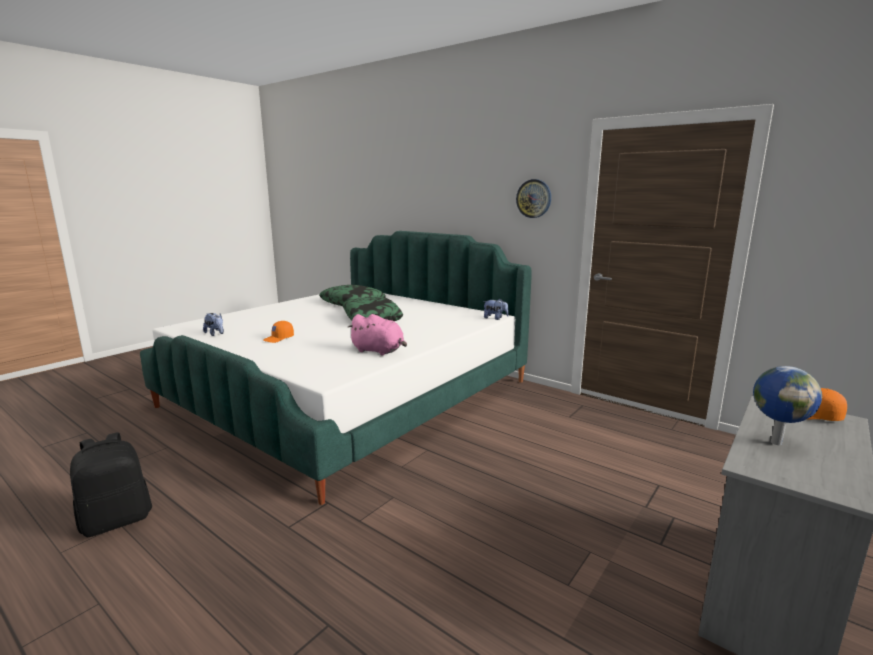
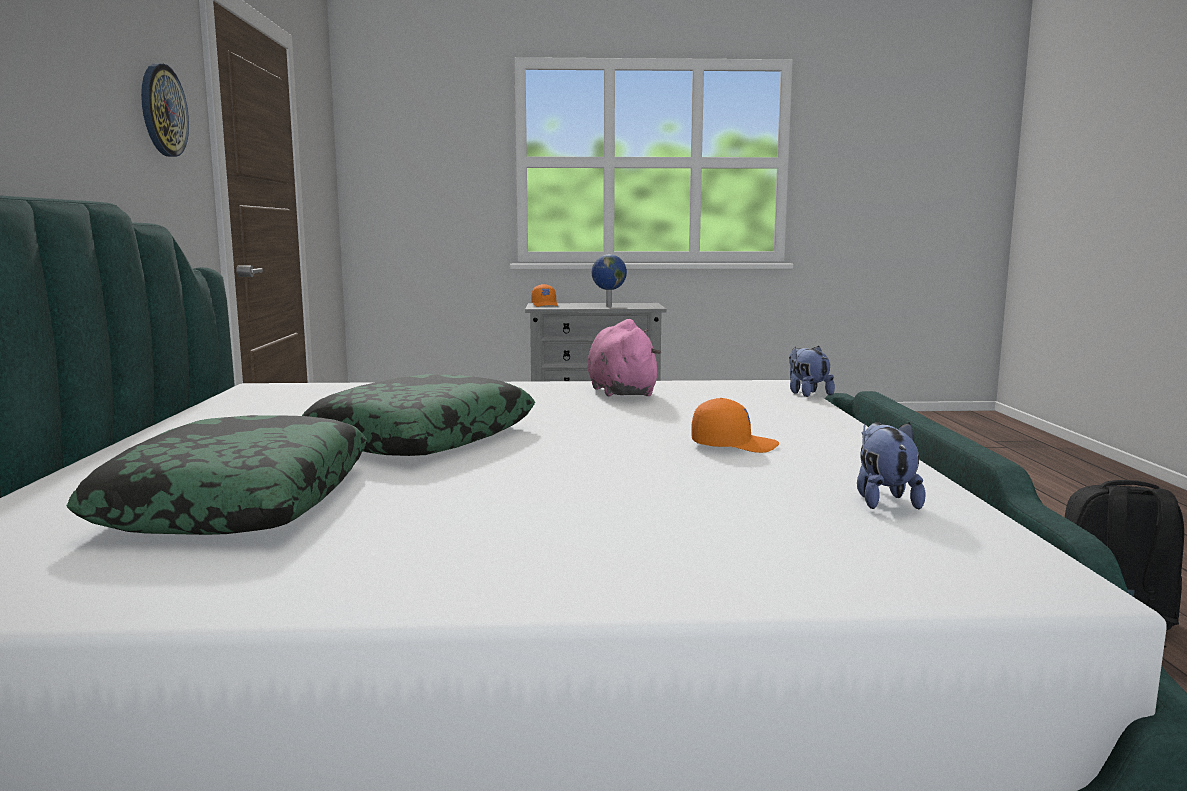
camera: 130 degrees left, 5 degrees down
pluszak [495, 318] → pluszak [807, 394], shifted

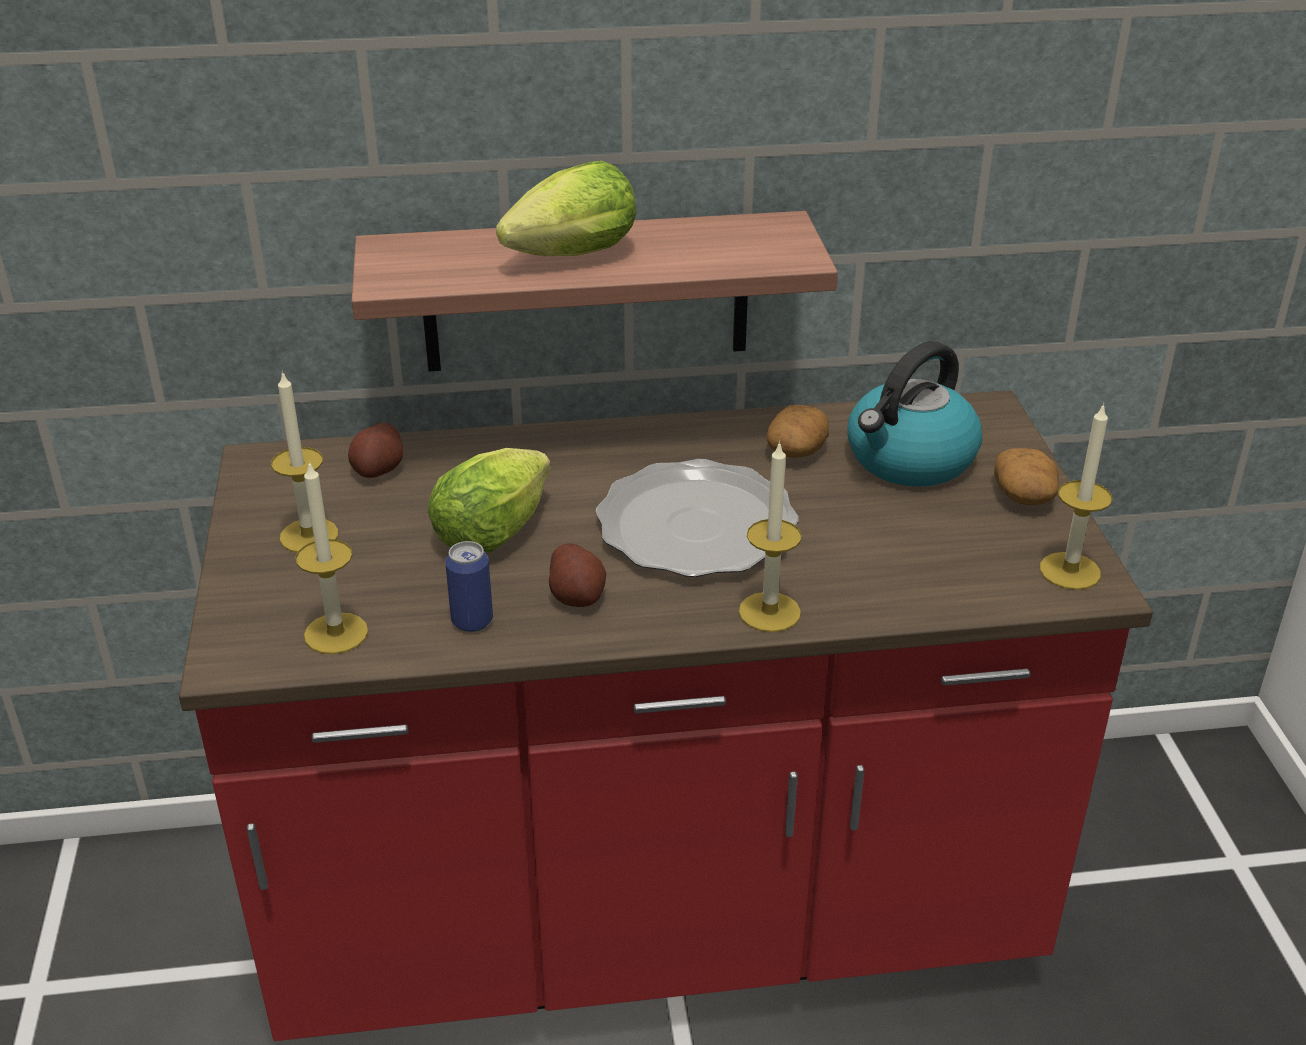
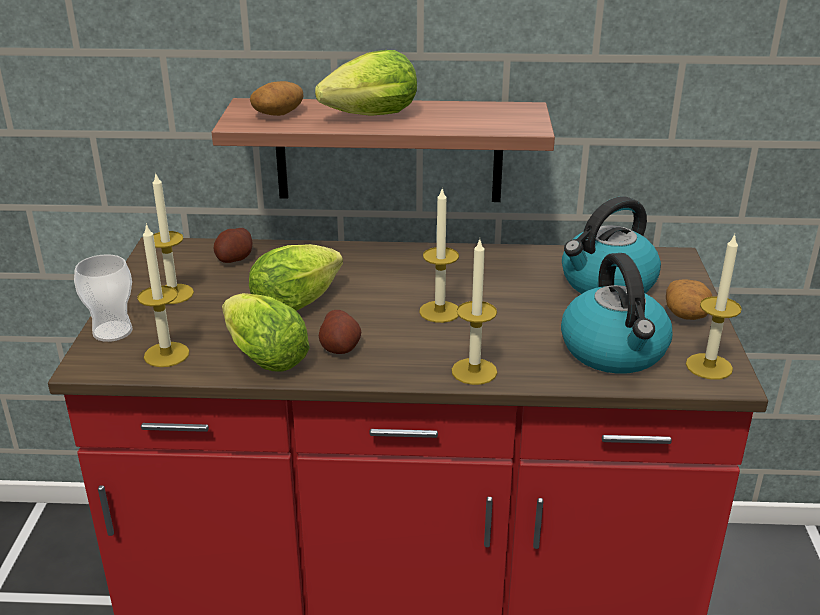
camera: 10 degrees right, 5 degrees down
- → filiżanka [112, 331]
puszka [472, 621] → sałata [261, 356]
ziemniak [796, 450] → ziemniak [278, 114], shifted
talerz [696, 525] → świeca [439, 311]
- → czajnik [615, 351]

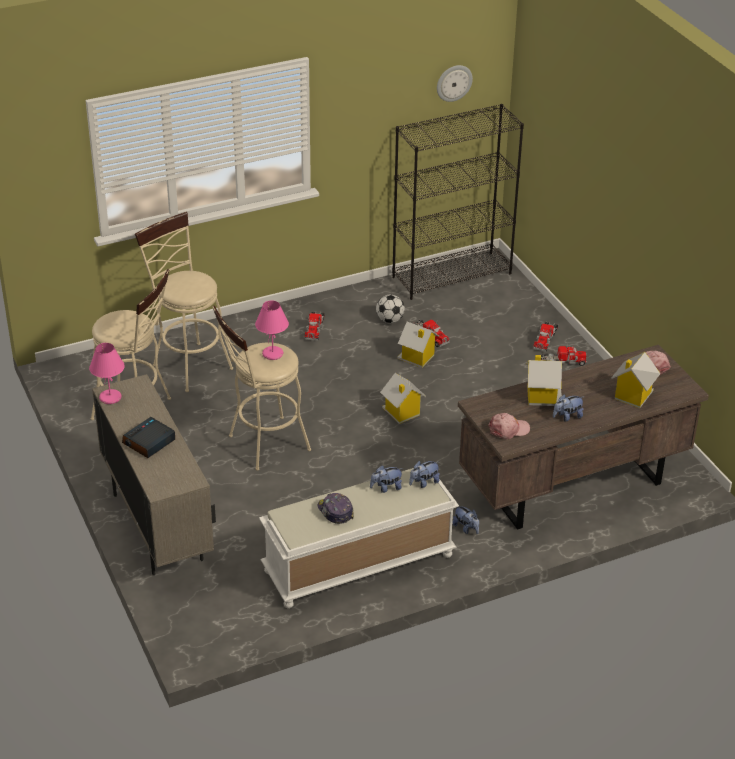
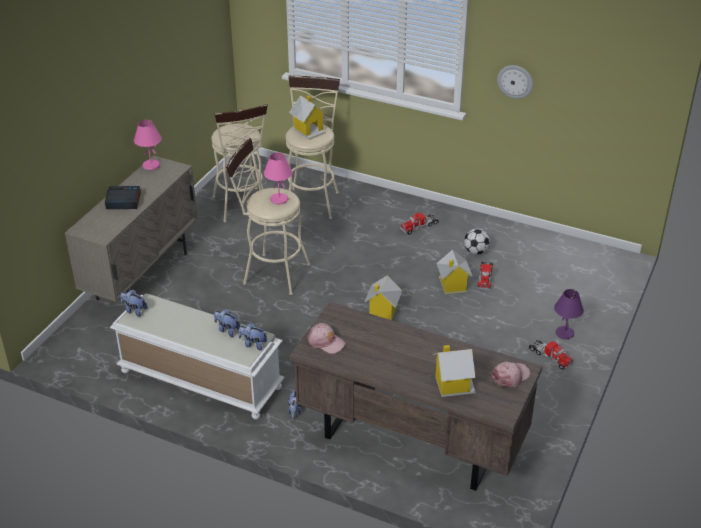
camera: 50 degrees right, 0 degrees up
pluszak [567, 417] → pluszak [134, 310], shifted
domek [542, 396] → domek [309, 130], shifted
zegar ścienny [454, 82] → zegar ścienny [515, 81], shifted
ciężarówka zabawkowa [545, 339] → lampa stołowa [fioletowy] [565, 333]
czapka z daszkiem [335, 512] → -
regał [czarny] [452, 275] → -

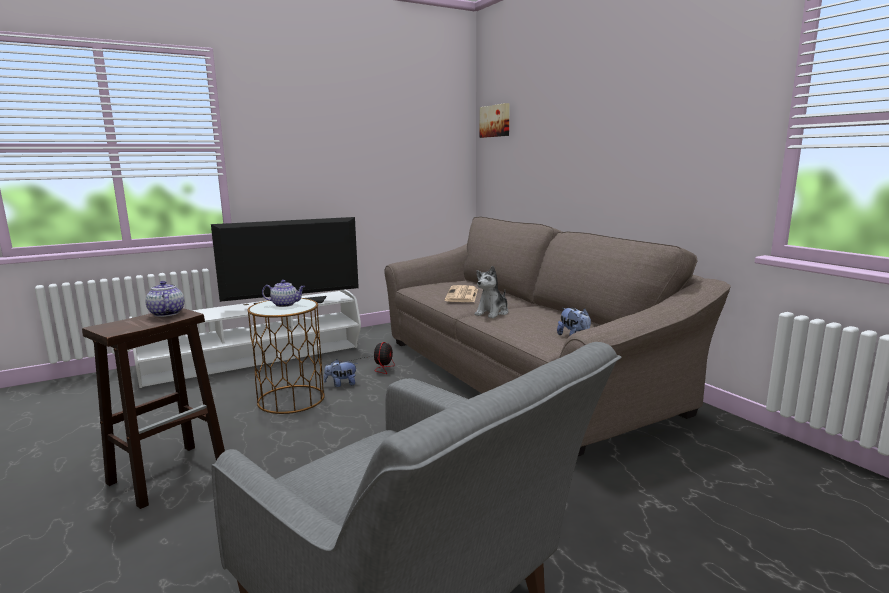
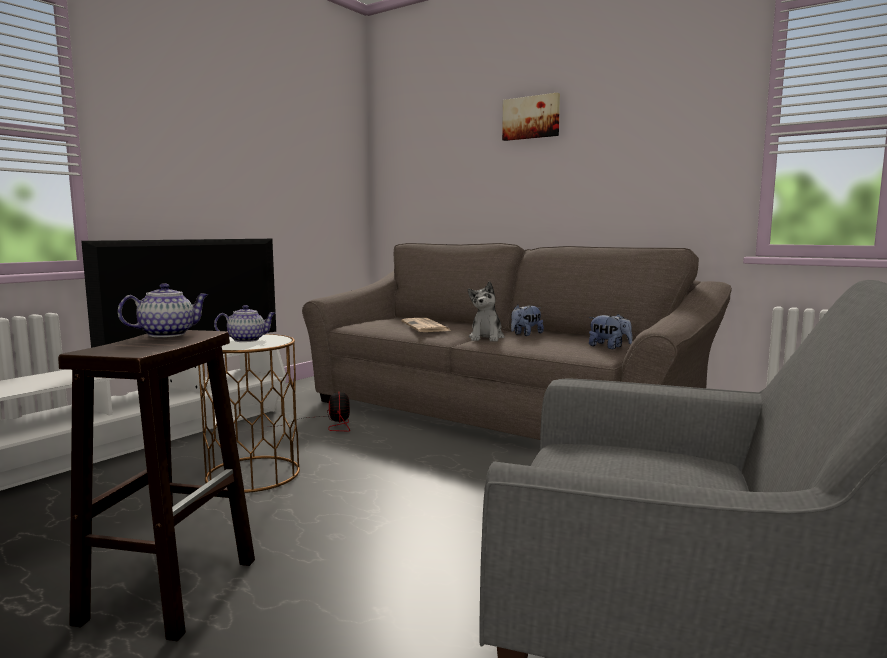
camera: 25 degrees left, 5 degrees down
imbryk [166, 313] → imbryk [168, 334], 105 degrees clockwise
obraz [495, 121] → obraz [531, 117], shifted
pluszak [341, 384] → pluszak [526, 334], shifted

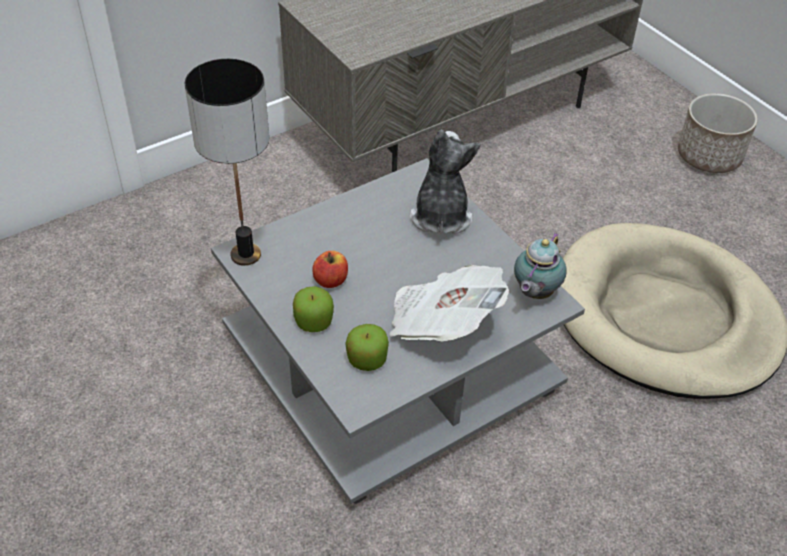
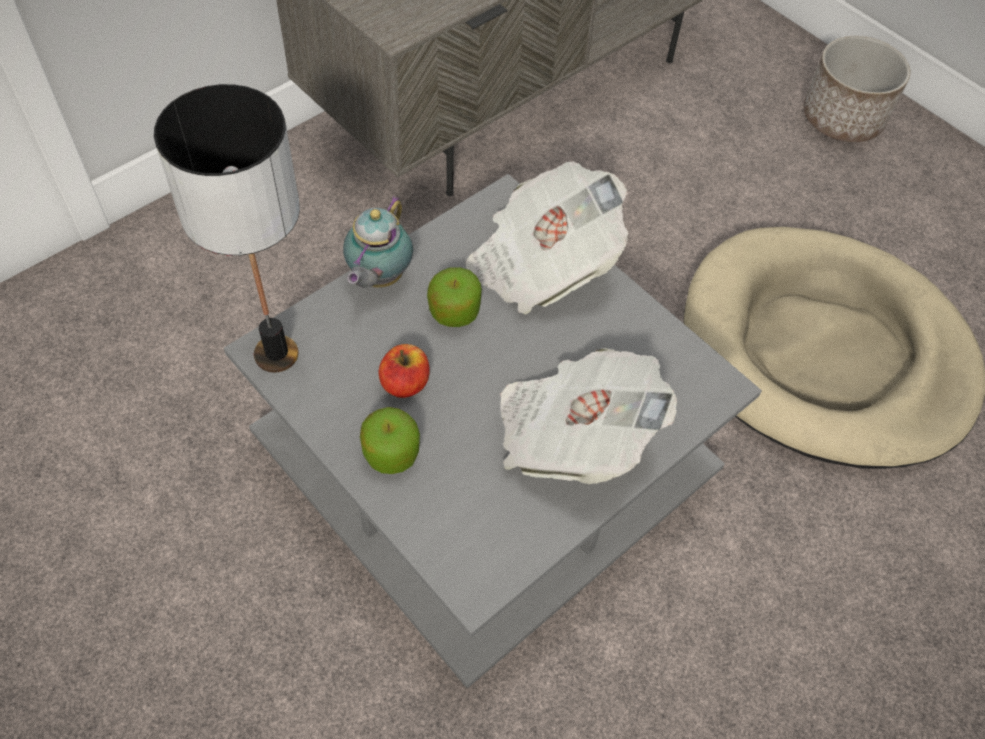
camera: 10 degrees left, 10 degrees up
imbryk [534, 293] → imbryk [378, 278], shifted
jabłko [367, 359] → jabłko [454, 312], shifted
pluszak [440, 215] → gazeta [541, 263]

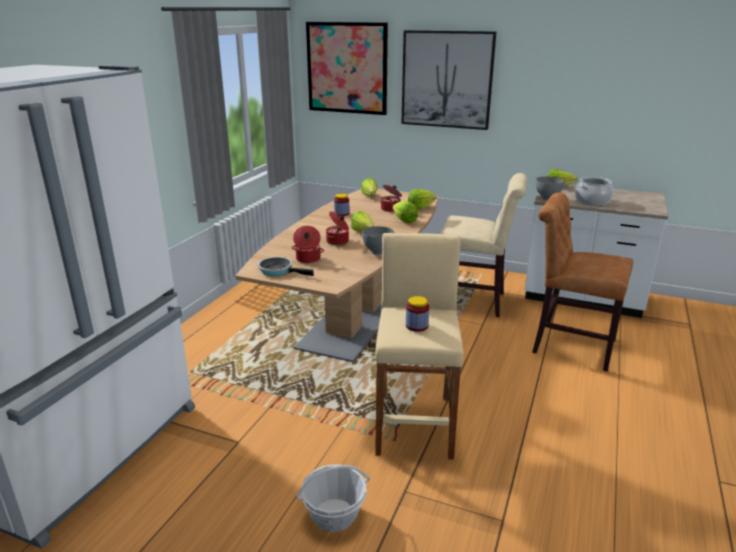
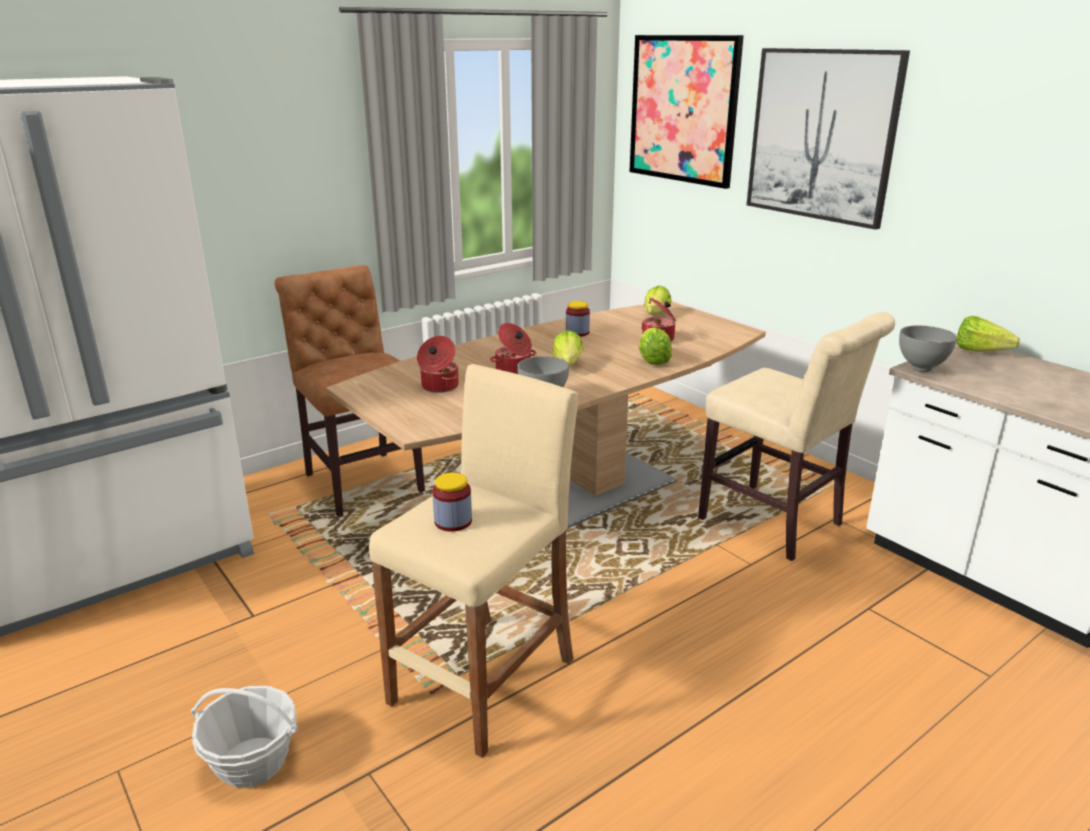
camera: 30 degrees right, 0 degrees up
krzesło [brązowy] [568, 345] → krzesło [brązowy] [361, 480], shifted
patelnia [278, 271] → -
sałata [420, 207] → -
garnek [592, 201] → -

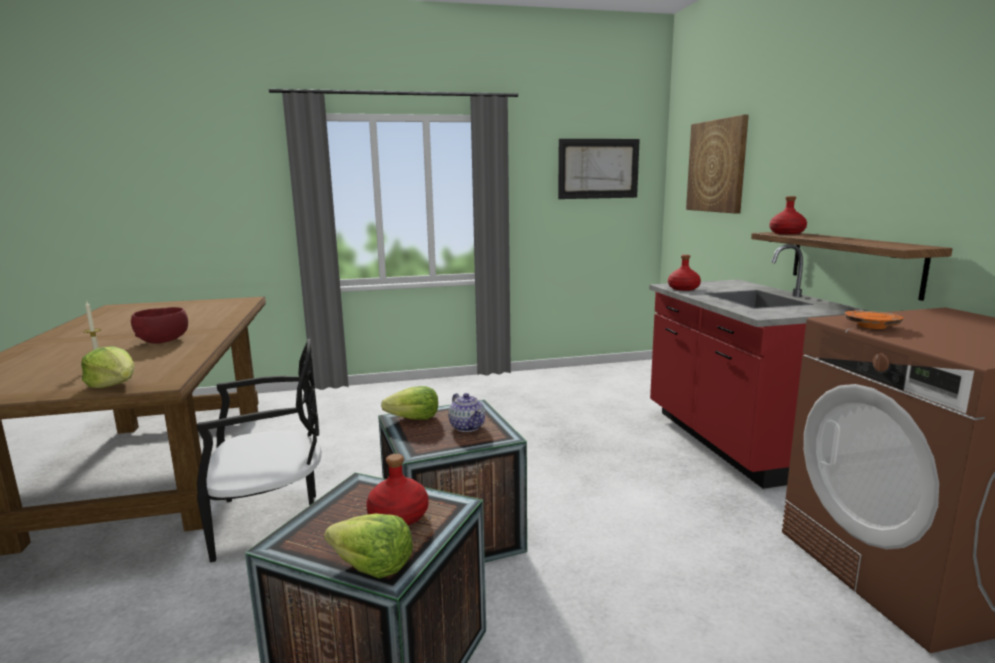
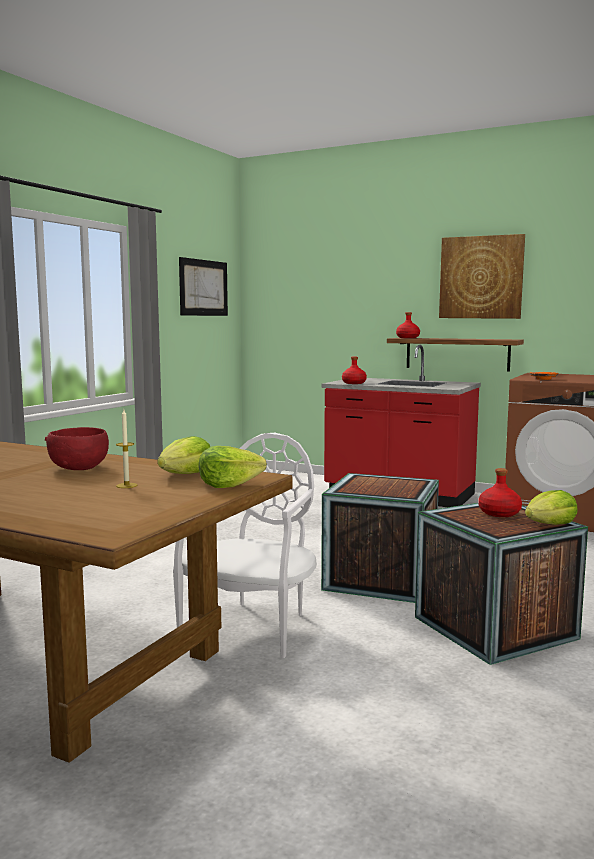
camera: 50 degrees left, 5 degrees down
sałata [414, 418] → sałata [186, 475], shifted
krzesło [czarny] [271, 520] → krzesło [biały] [252, 626]
obraz [717, 166] → obraz [481, 277], shifted
imbryk [467, 427] → -

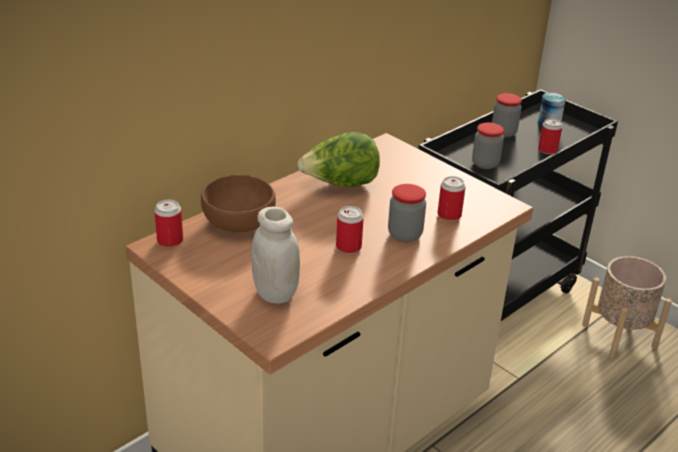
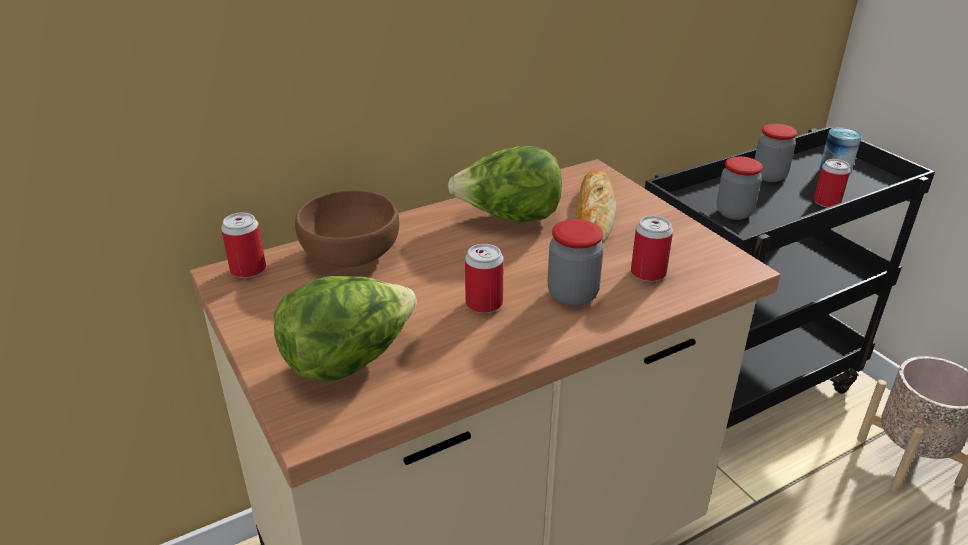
camera: 15 degrees right, 0 degrees up
słoik [biały] [275, 293] → sałata [348, 360]
- → chleb [593, 214]

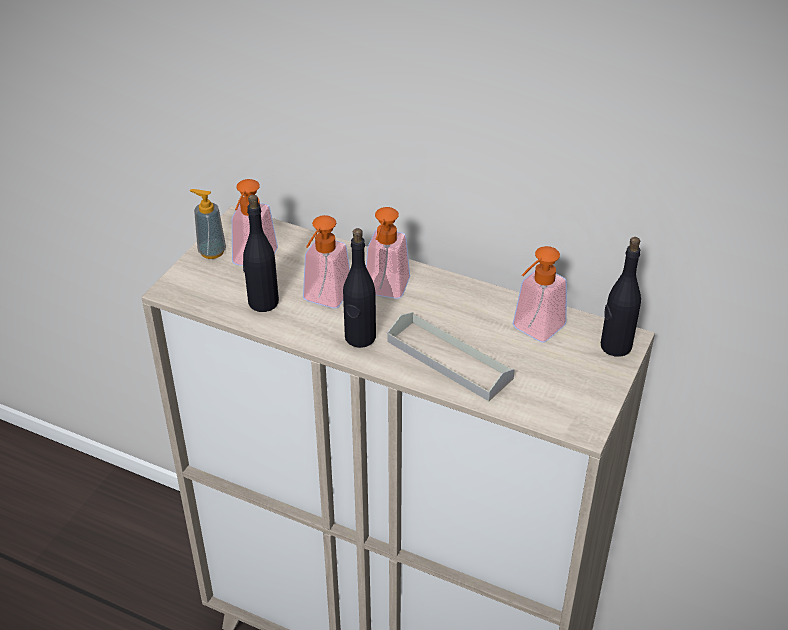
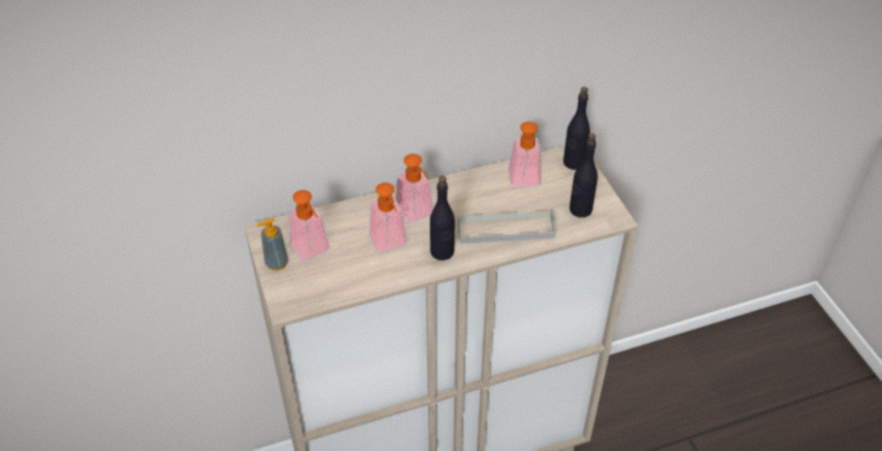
camera: 45 degrees left, 5 degrees up
butelka [czarny] [263, 302] → butelka [czarny] [580, 210], shifted

